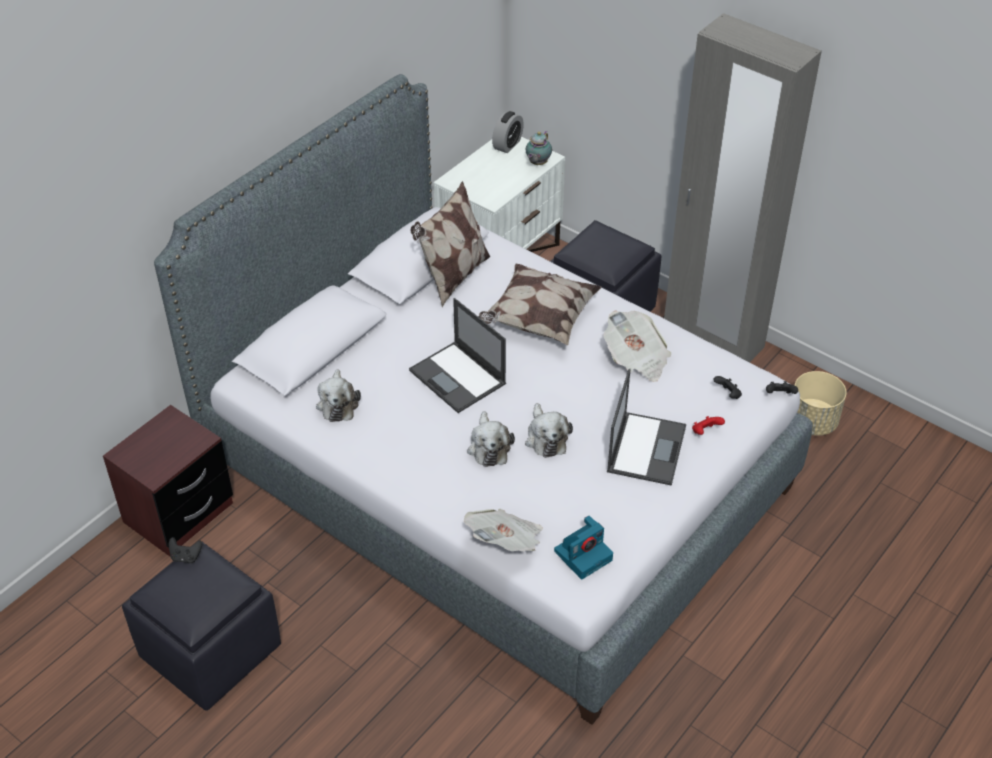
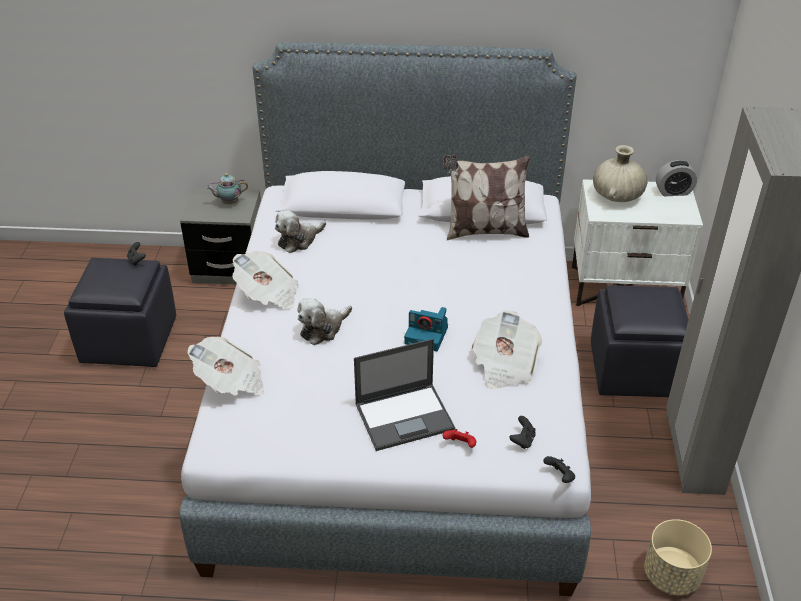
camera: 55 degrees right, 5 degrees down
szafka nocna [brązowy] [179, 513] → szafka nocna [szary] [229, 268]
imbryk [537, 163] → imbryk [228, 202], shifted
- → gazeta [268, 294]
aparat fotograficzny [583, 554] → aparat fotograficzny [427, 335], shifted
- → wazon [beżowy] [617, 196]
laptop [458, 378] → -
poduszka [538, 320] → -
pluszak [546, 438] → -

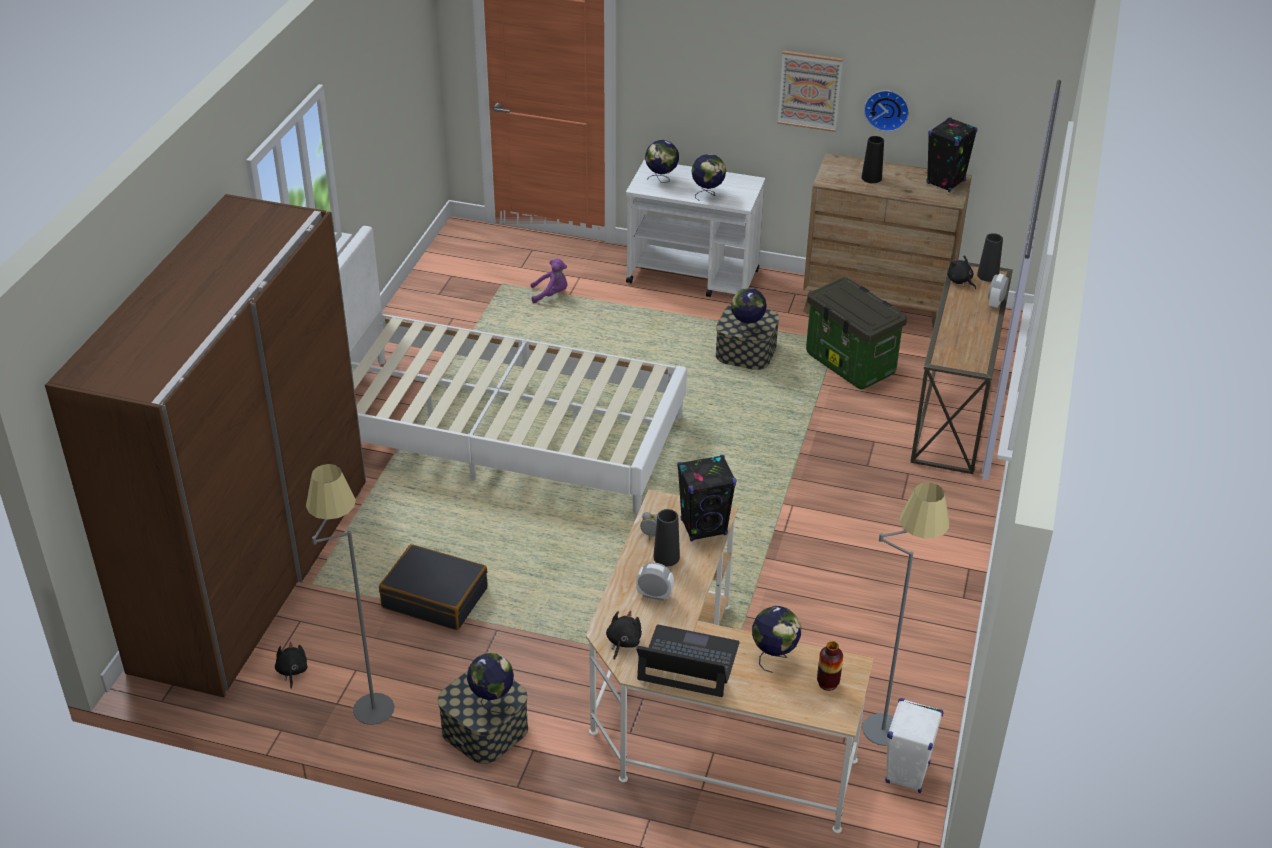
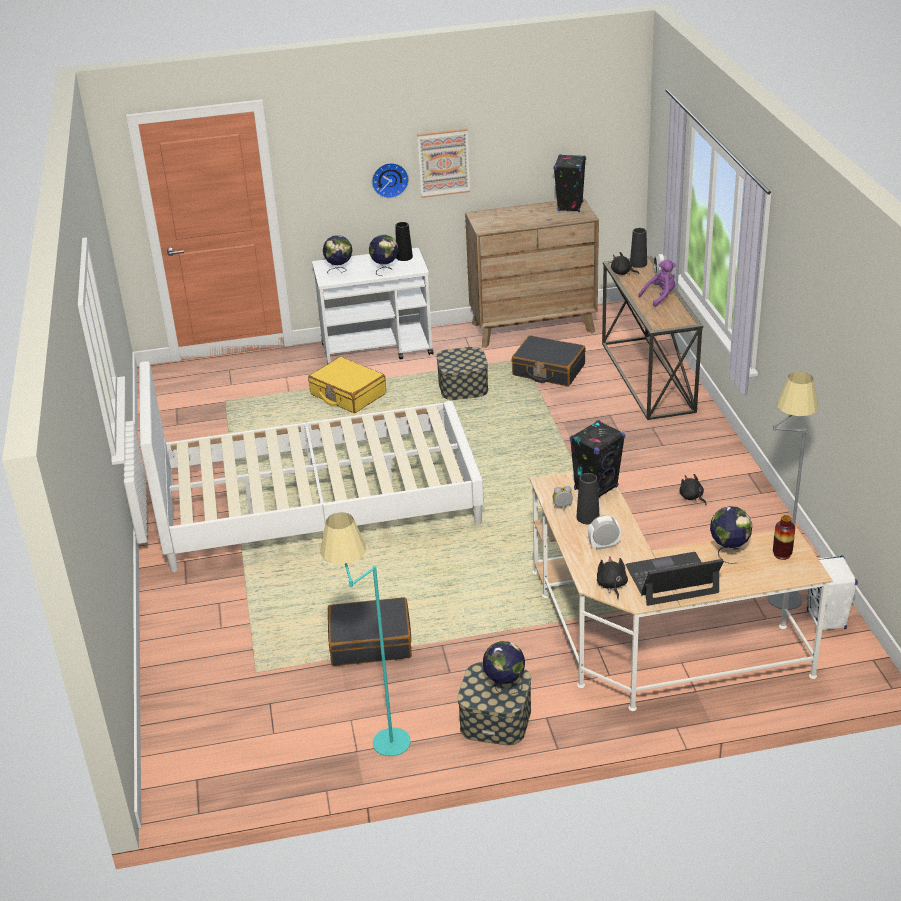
camera: 25 degrees left, 5 degrees down
- → walizka [żółty] [348, 394]
lampa stojąca [szary] [363, 697] → lampa stojąca [turkusowy] [375, 737]
zegar ścienny [887, 109] → zegar ścienny [389, 179], shifted
wazon [czarny] [871, 178] → wazon [czarny] [404, 257], shifted
pojemnik do przechowywania [851, 364] → walizka [czarny] [548, 370]
pluszak [fioletowy] [551, 294] → pluszak [fioletowy] [660, 297], shifted
pluszak [czarny] [292, 671] → pluszak [czarny] [692, 497], shifted
szafa [brązowy] [252, 573] → -
globus [747, 328] → -

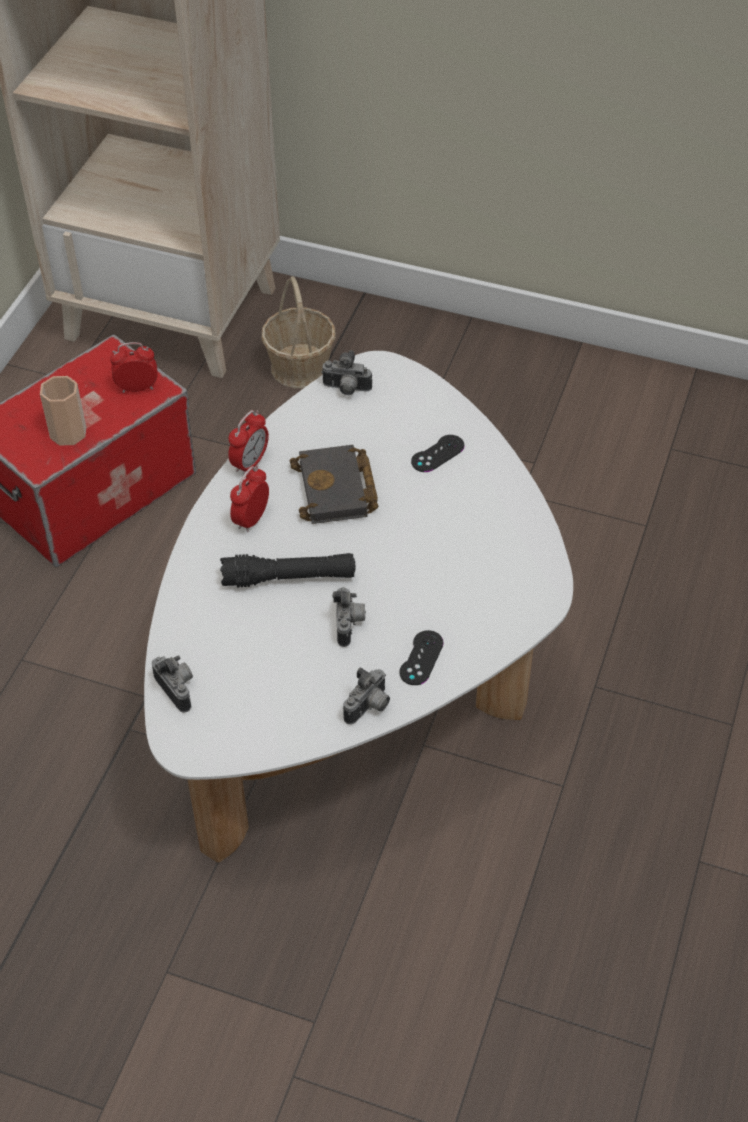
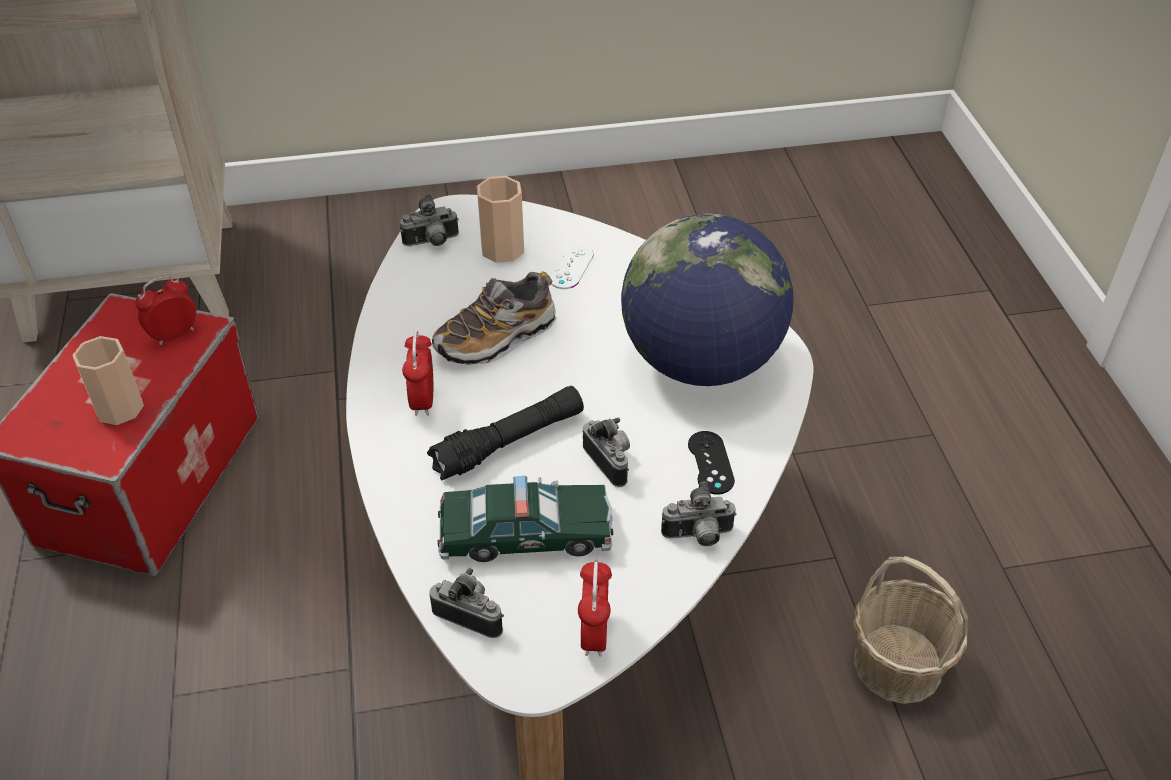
camera: 30 degrees left, 5 degrees down
książka [czarny] [338, 491] → but [496, 338]
- → samochodzik [526, 534]
- → filiżanka [502, 249]
pad do gier [czarny] [437, 454] → pad do gier [biały] [571, 267]
budzik [250, 463] → budzik [594, 634], shifted
- → globus [701, 362]
aparat fotograficzny [369, 708] → aparat fotograficzny [698, 536], 75 degrees clockwise
koszyk [300, 367] → koszyk [897, 663], shifted

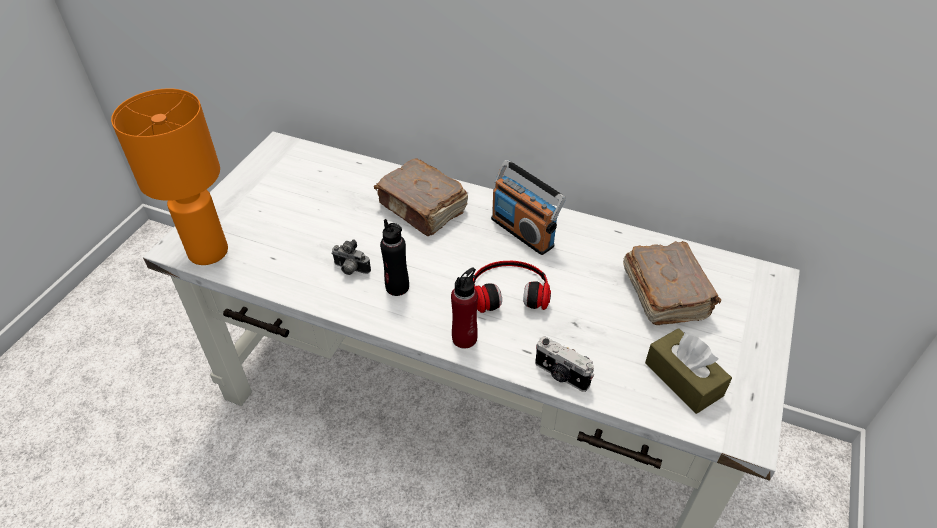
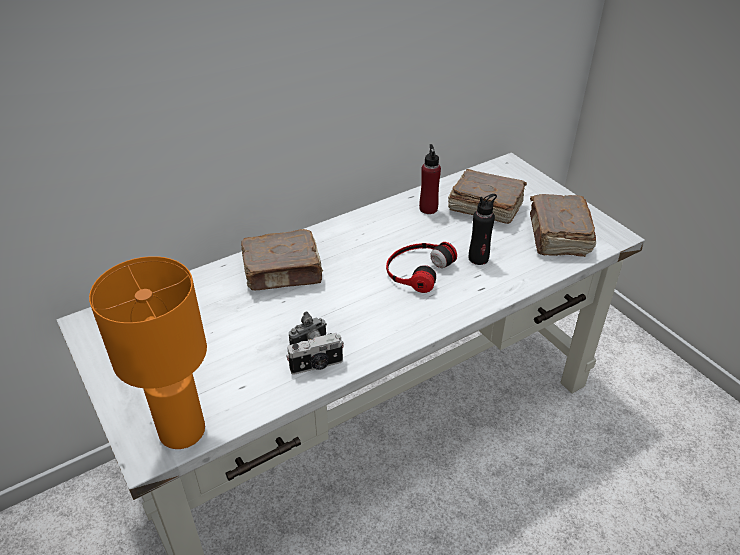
camera: 55 degrees left, 5 degrees down
aparat fotograficzny [561, 375] → aparat fotograficzny [317, 366], shifted
butelka [czerwony] [464, 338] → butelka [czerwony] [428, 208], shifted
butelka [czarny] [397, 287] → butelka [czarny] [478, 258], shifted
pudełko chusteczek [brązowy] [683, 379] → książka [brązowy] [558, 236]
radio [523, 232] → -

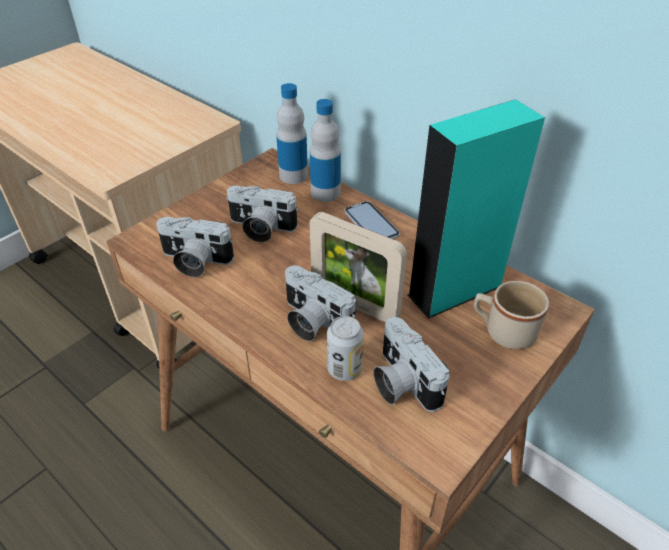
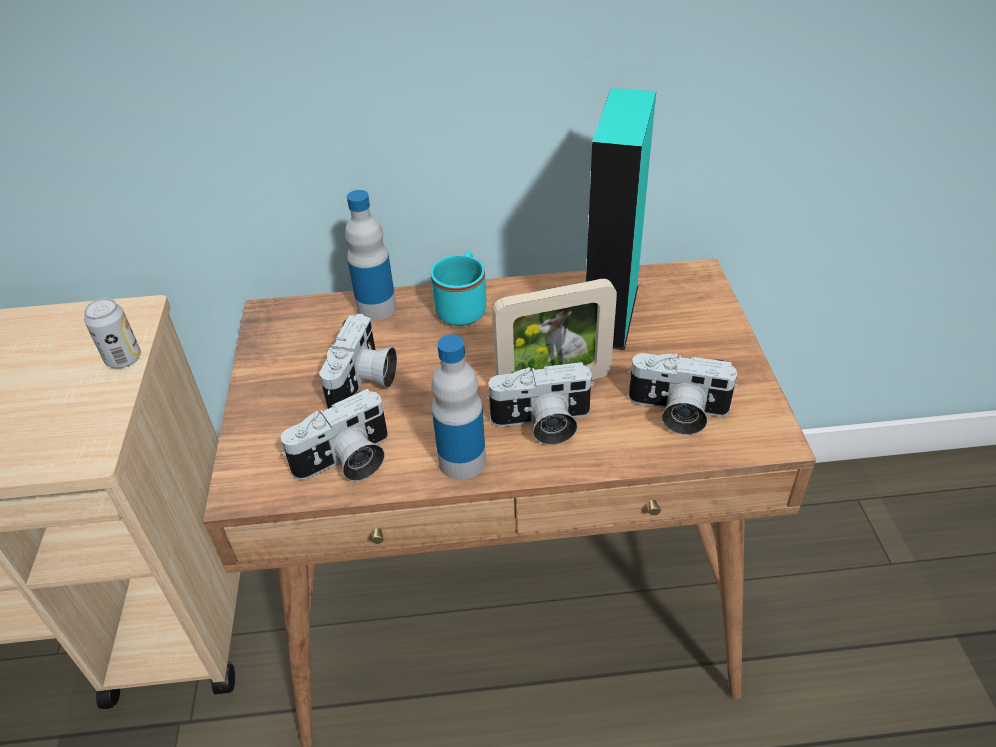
camera: 45 degrees left, 0 degrees up
puszka [344, 369] → puszka [123, 359], shifted
aparat fotograficzny [260, 228] → aparat fotograficzny [364, 383], 45 degrees counterclockwise
telefon [371, 224] → kubek [turkusowy] [463, 307]
butelka [293, 175] → butelka [462, 461], shifted
kubek [beżowy] [502, 331] → -

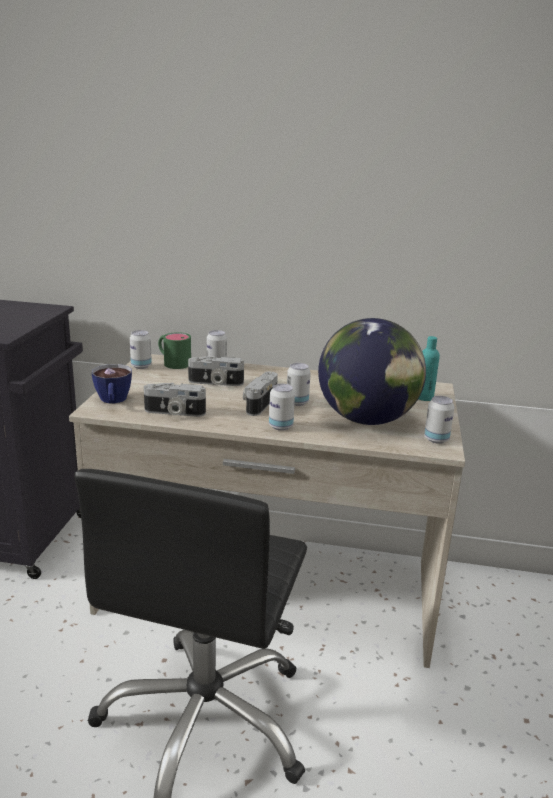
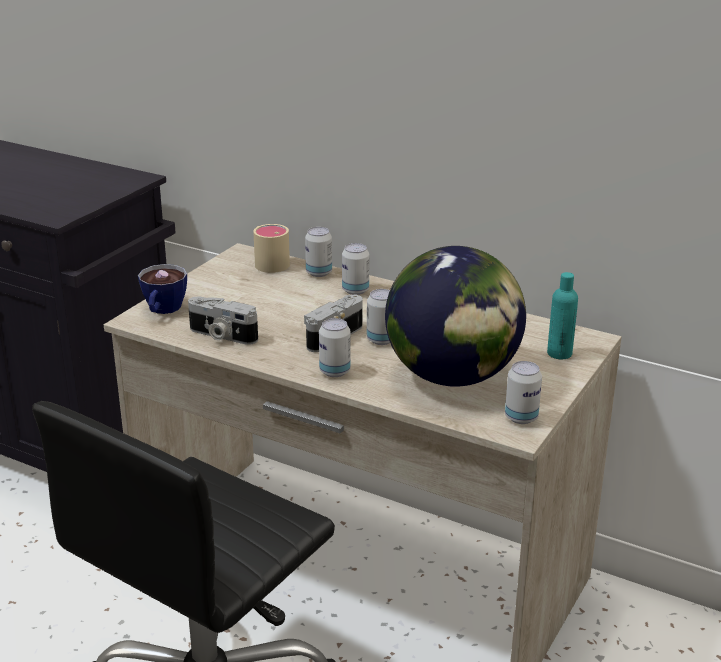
camera: 20 degrees right, 5 degrees up
kubek [zielony] [173, 362] → kubek [beżowy] [268, 262]
puszka [141, 366] → puszka [355, 290], shifted
aparat fotograficzny [215, 383] → -

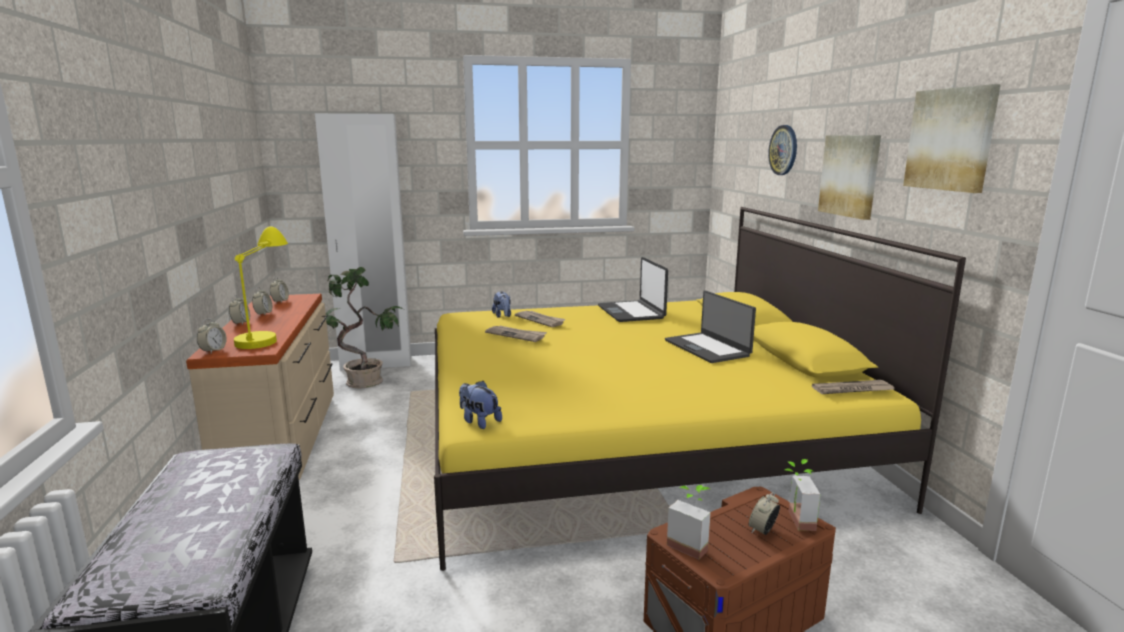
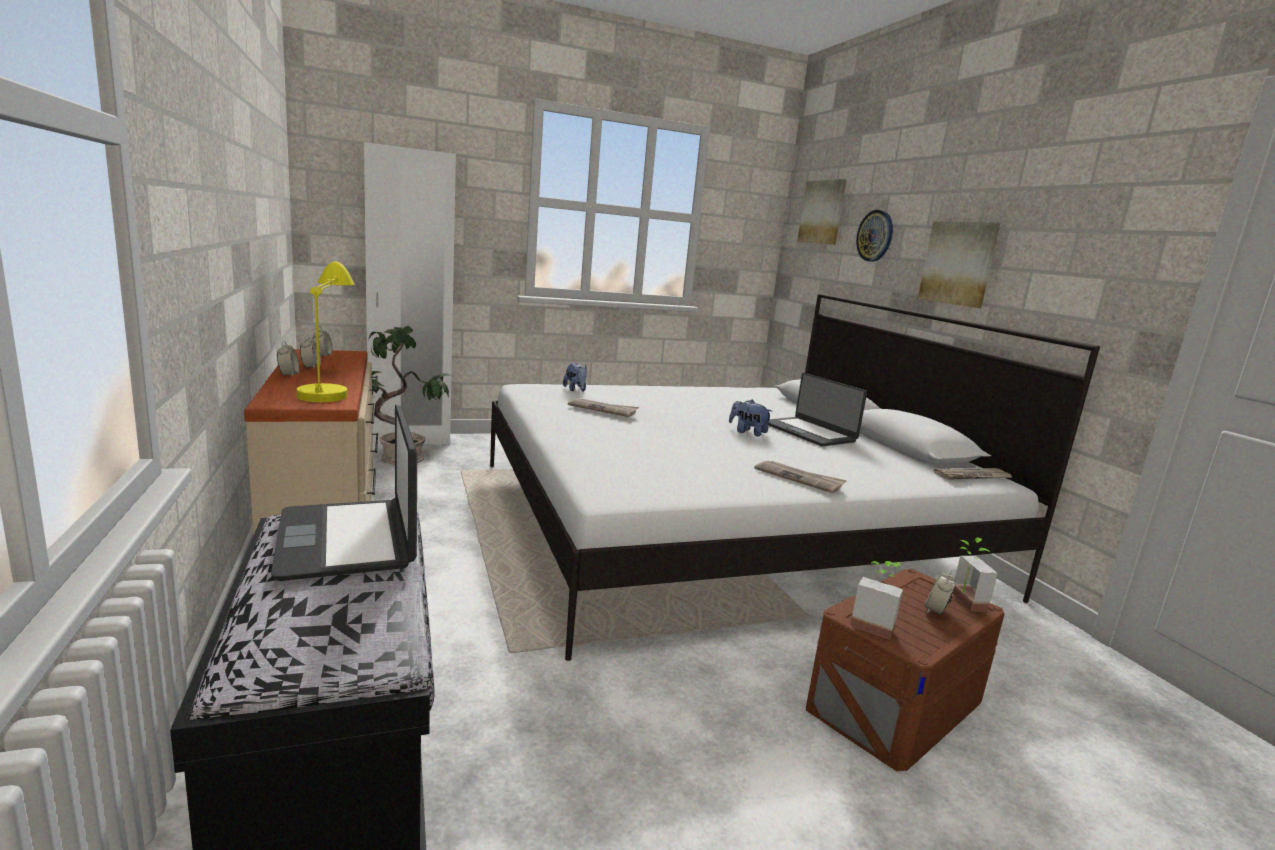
camera: 10 degrees left, 0 degrees up
laptop [631, 312] → laptop [348, 540], shifted
łóżko [żółty] [631, 436] → łóżko [biały] [720, 524]
pluszak [479, 421] → pluszak [748, 432], shifted
gazeta [540, 320] → gazeta [799, 478], shifted
obraz [951, 139] → obraz [823, 212], shifted
budzik [213, 351] → -

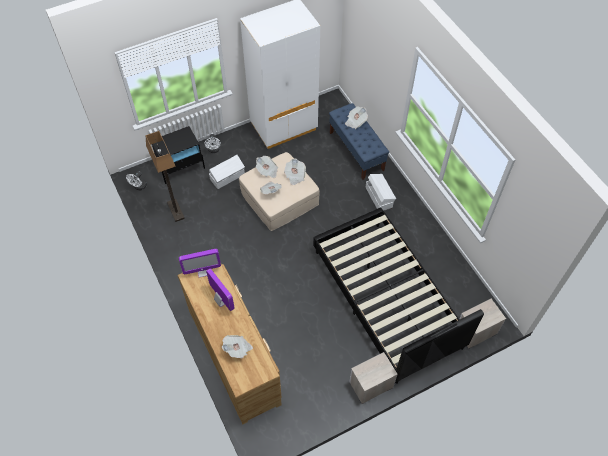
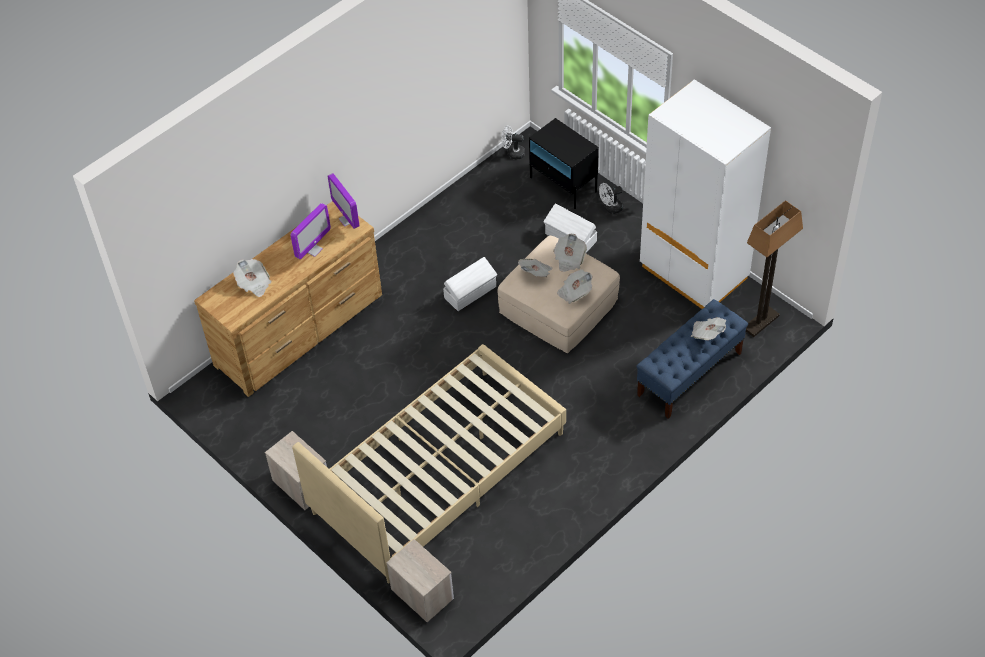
camera: 75 degrees right, 5 degrees down
łóżko [czarny] [386, 299] → łóżko [beżowy] [438, 473]
pojemnik do przechowywania [biały] [379, 197] → pojemnik do przechowywania [biały] [471, 292], shifted
lampa stojąca [175, 210] → lampa stojąca [761, 322], shifted

